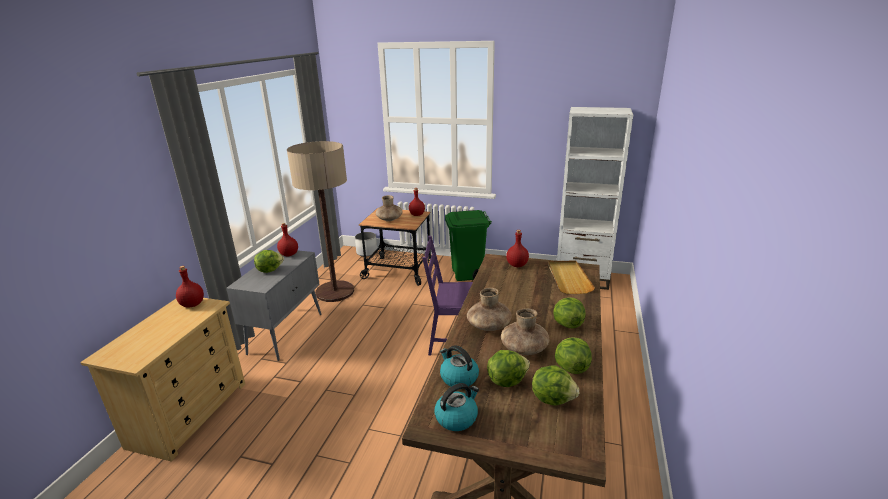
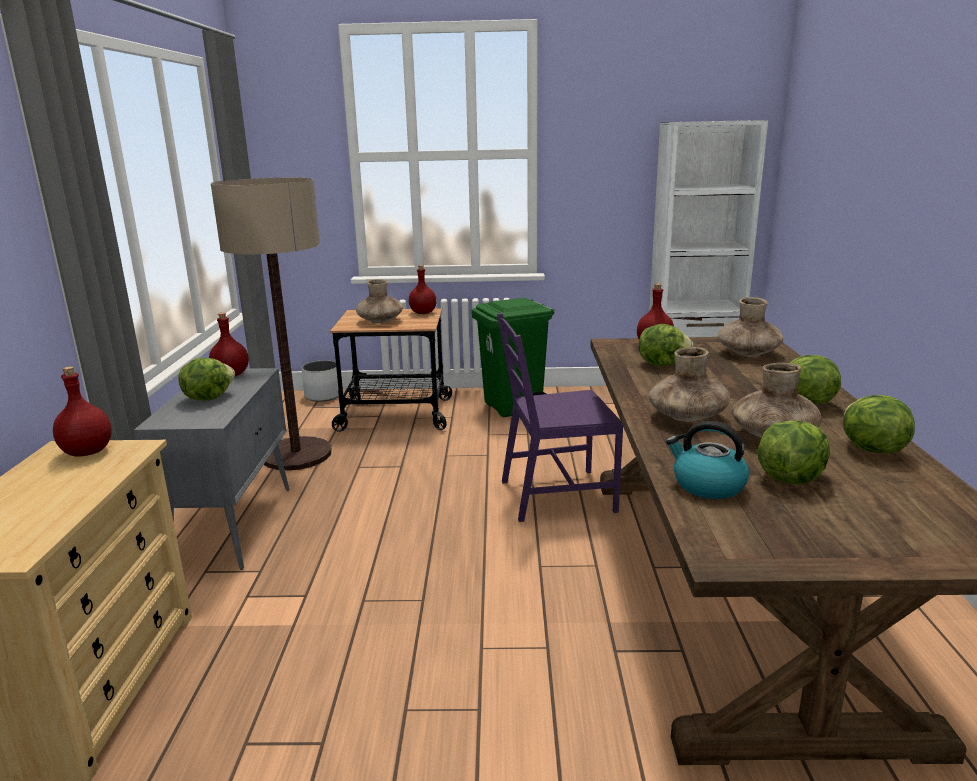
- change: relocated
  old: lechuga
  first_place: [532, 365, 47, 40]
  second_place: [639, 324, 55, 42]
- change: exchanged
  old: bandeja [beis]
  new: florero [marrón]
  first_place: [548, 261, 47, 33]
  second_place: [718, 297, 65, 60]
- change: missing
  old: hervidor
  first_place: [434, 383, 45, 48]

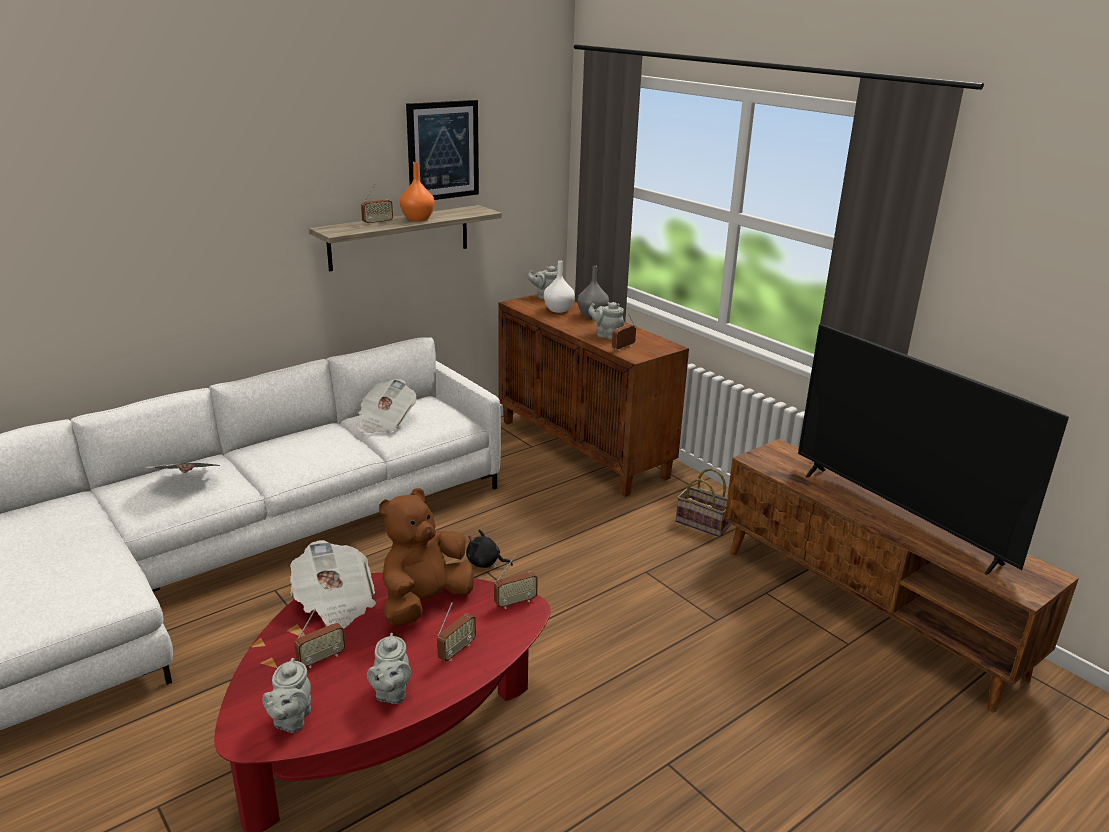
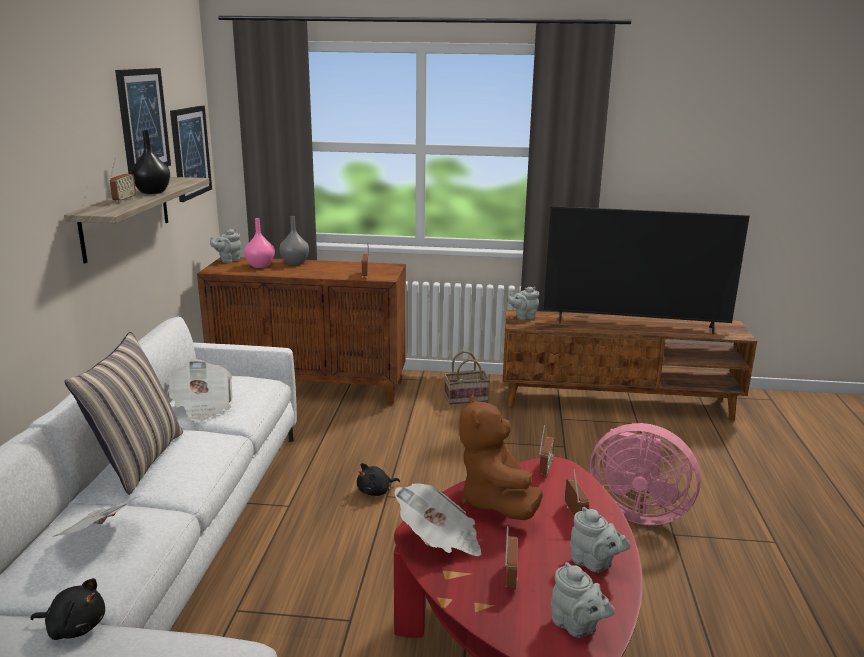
- change: appeared
  new: peluche [negro]
  second_place: [31, 578, 74, 62]
- change: appeared
  new: cojín
  second_place: [65, 332, 118, 163]
- change: colour
  old: florero [naranja]
  new: florero [negro]
  first_place: [400, 162, 35, 59]
  second_place: [131, 130, 39, 64]
- change: appeared
  new: cuadro
  second_place: [170, 106, 42, 96]
- change: colour
  old: florero [blanco]
  new: florero [rosa]
  first_place: [544, 260, 31, 53]
  second_place: [244, 218, 31, 50]
- change: relocated
  old: tetera [gris]
  first_place: [588, 302, 36, 38]
  second_place: [507, 287, 32, 33]
- change: appeared
  new: ventilador [rosa]
  second_place: [590, 423, 111, 102]

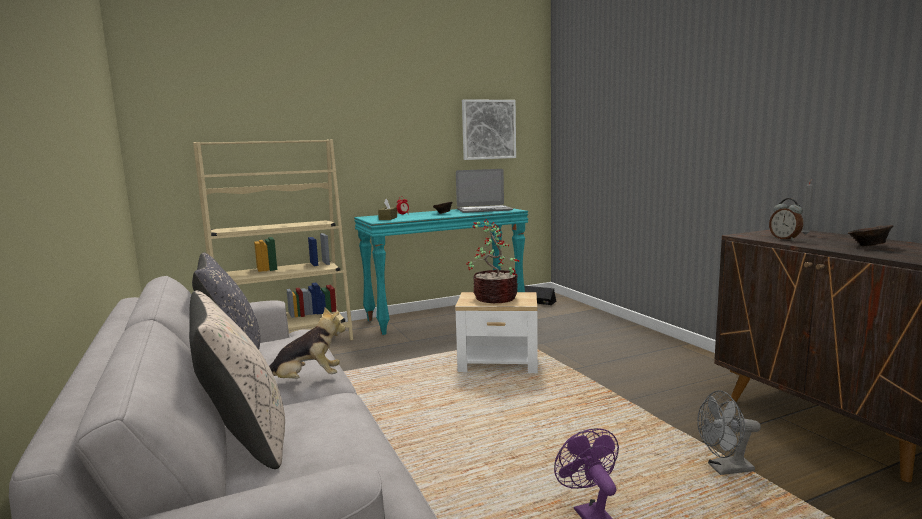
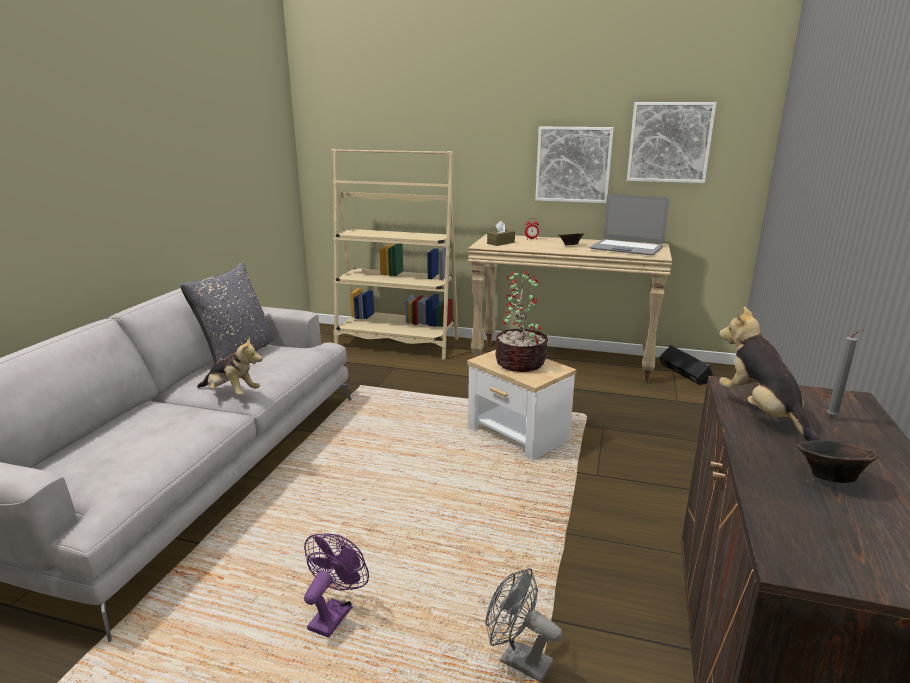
- change: colour
  old: mesa consola [turquesa]
  new: mesa consola [beis]
  first_place: [354, 208, 174, 127]
  second_place: [468, 234, 204, 148]
- change: appeared
  new: cuadro
  second_place: [535, 127, 79, 76]
- change: exchanged
  old: despertador
  new: peluche
  first_place: [769, 198, 34, 43]
  second_place: [719, 306, 102, 135]
- change: missing
  old: cojín [beis]
  first_place: [189, 291, 96, 178]

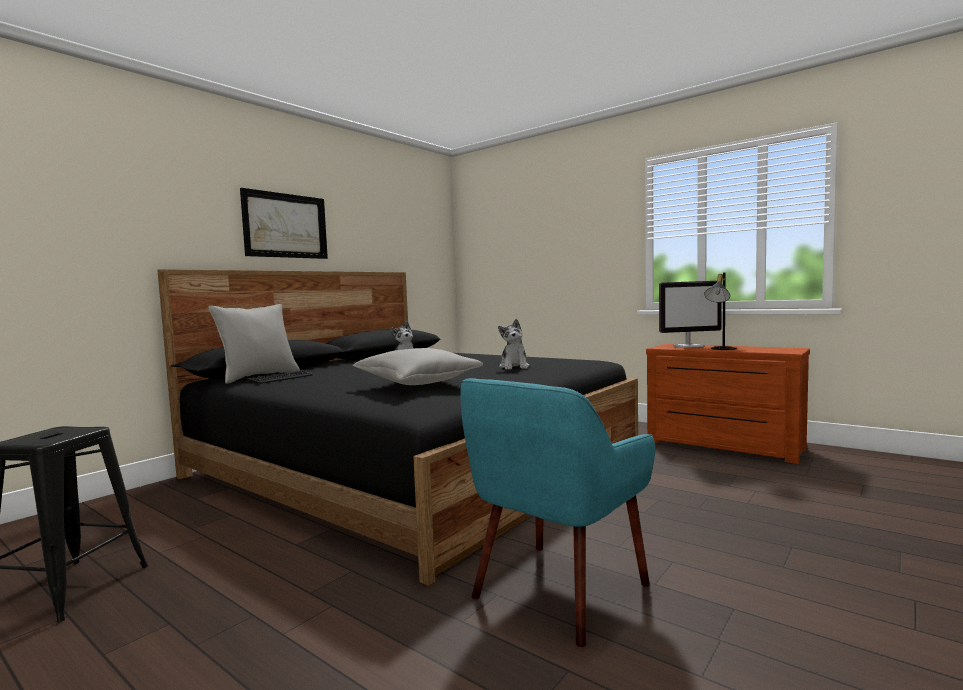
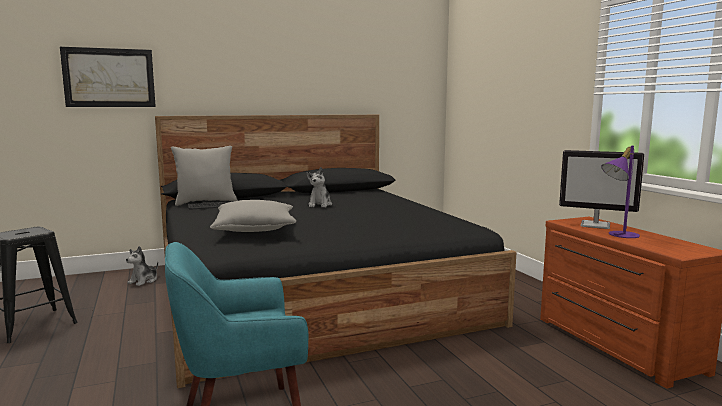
- change: relocated
  old: cuadro
  first_place: [240, 188, 88, 71]
  second_place: [60, 47, 96, 60]
- change: relocated
  old: peluche
  first_place: [498, 319, 31, 51]
  second_place: [126, 246, 32, 40]
- change: colour
  old: lámpara de mesa [negro]
  new: lámpara de mesa [morado]
  first_place: [704, 272, 33, 78]
  second_place: [601, 146, 39, 92]

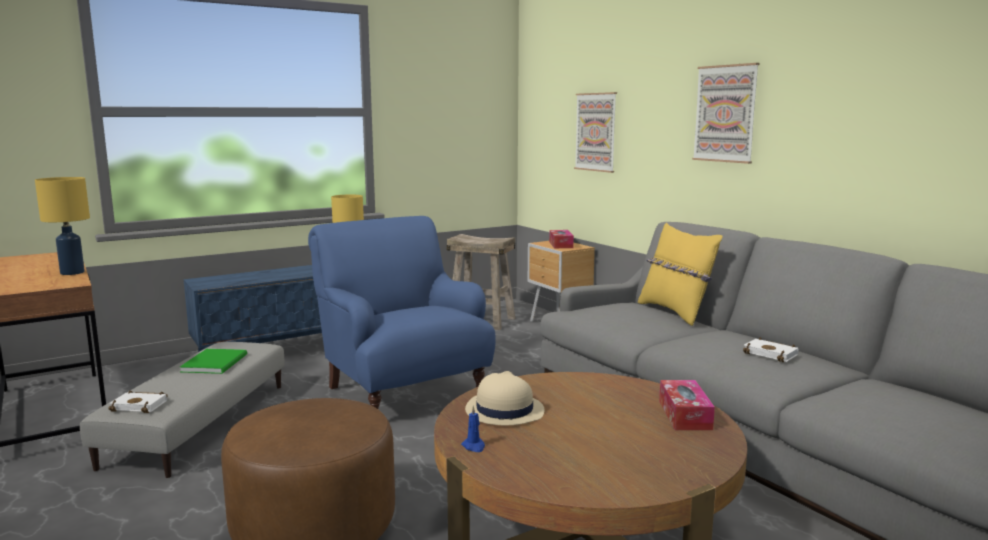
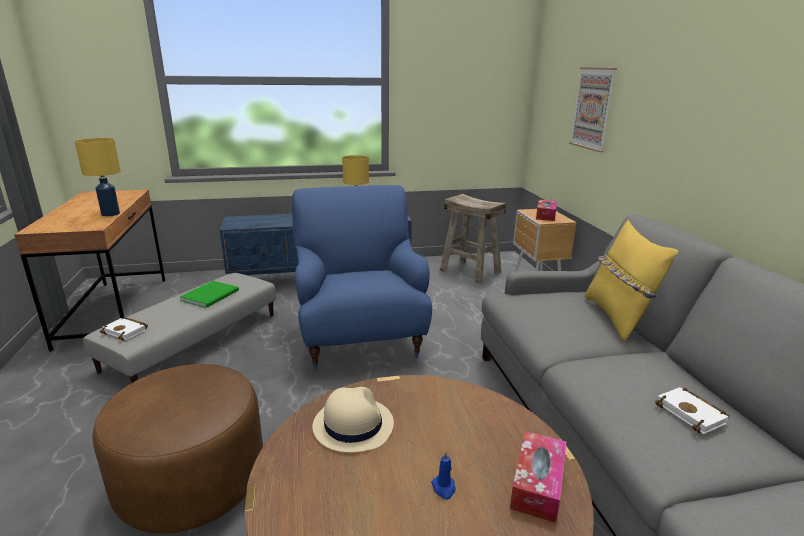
- change: relocated
  old: vela [azul]
  first_place: [461, 406, 24, 46]
  second_place: [431, 451, 25, 49]
- change: missing
  old: cuadro
  first_place: [692, 63, 67, 101]

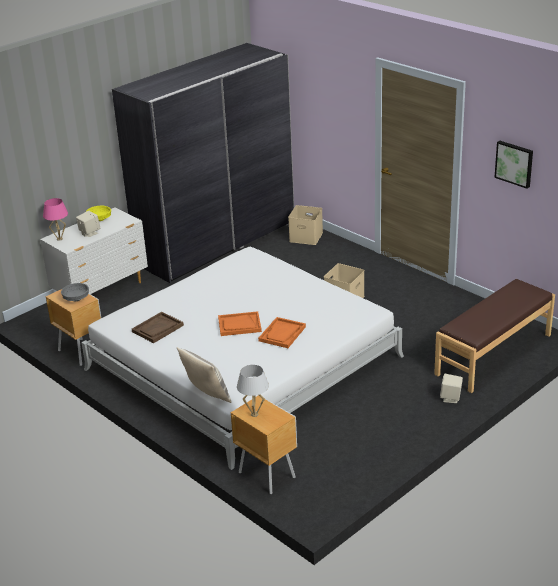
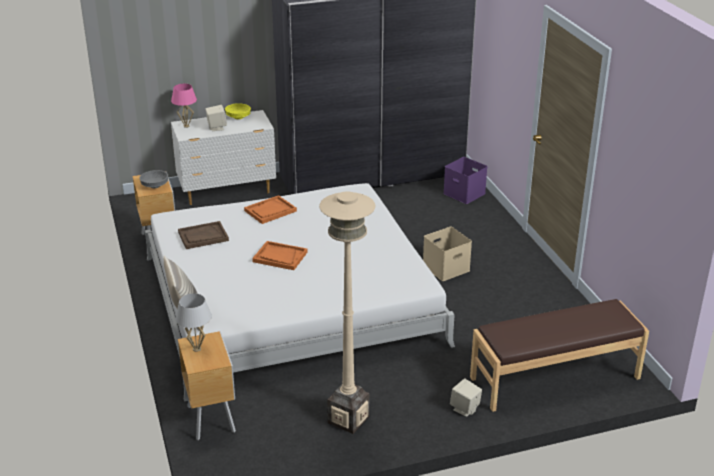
- change: relocated
  old: bandeja [naranja]
  first_place: [258, 317, 48, 31]
  second_place: [244, 195, 53, 29]
- change: appeared
  new: lámpara de pie [beis]
  second_place: [319, 191, 57, 243]
- change: colour
  old: caja de almacenaje [beis]
  new: caja de almacenaje [morado]
  first_place: [288, 205, 35, 40]
  second_place: [443, 157, 45, 47]
- change: missing
  old: cuadro
  first_place: [494, 141, 39, 48]

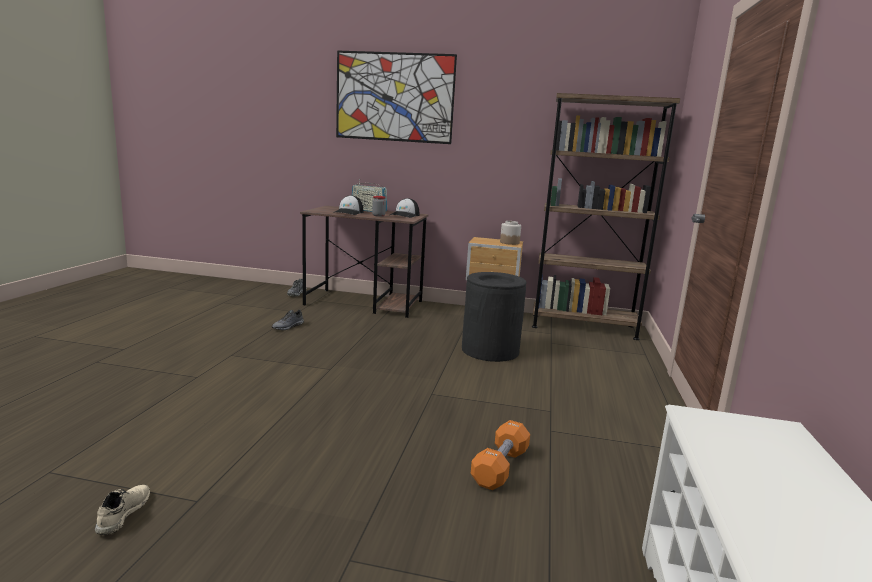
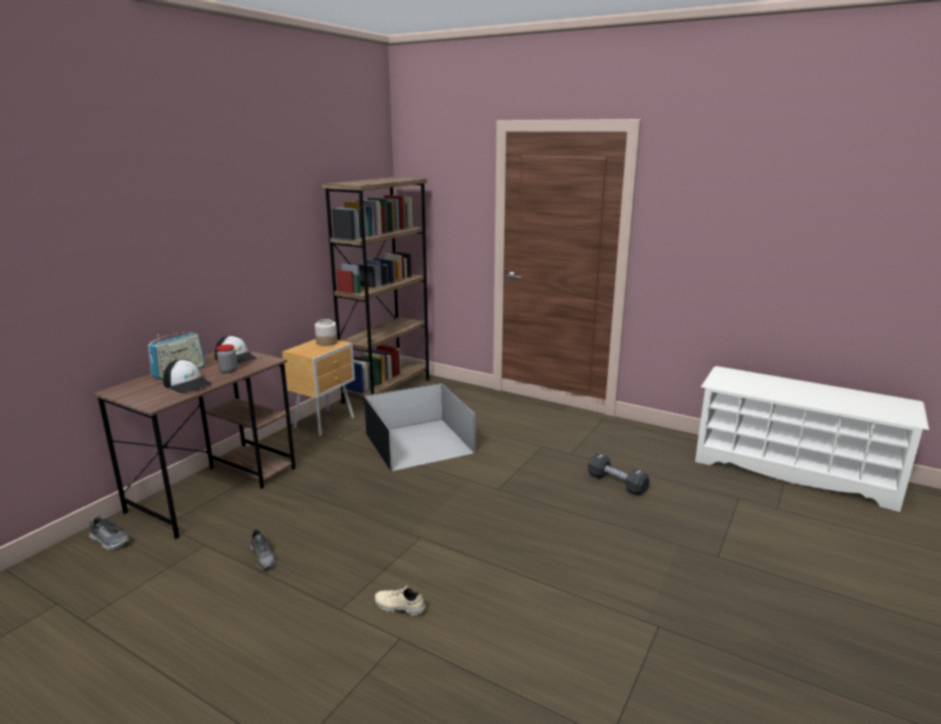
- change: exchanged
  old: papelera [negro]
  new: caja de almacenaje [negro]
  first_place: [462, 272, 64, 90]
  second_place: [364, 383, 112, 88]
- change: relocated
  old: zapato [beis]
  first_place: [95, 485, 55, 50]
  second_place: [374, 586, 52, 30]
- change: colour
  old: mancuerna [naranja]
  new: mancuerna [negro]
  first_place: [471, 420, 59, 70]
  second_place: [588, 453, 62, 43]
- change: missing
  old: cuadro
  first_place: [336, 51, 121, 93]

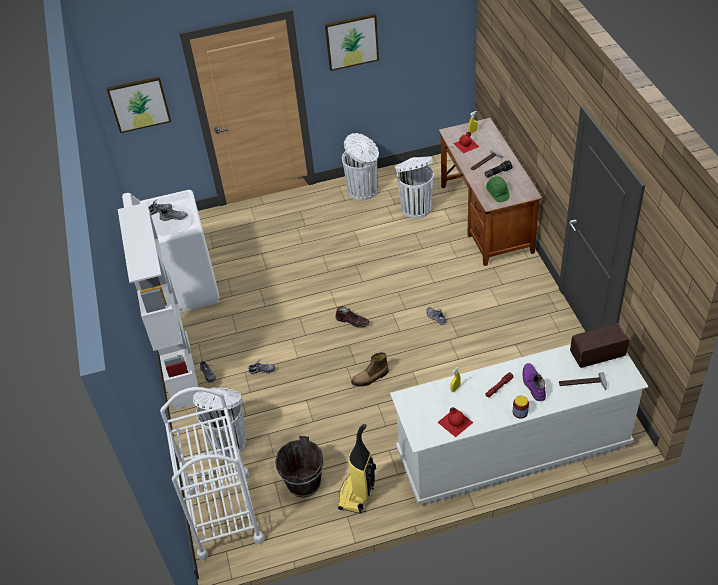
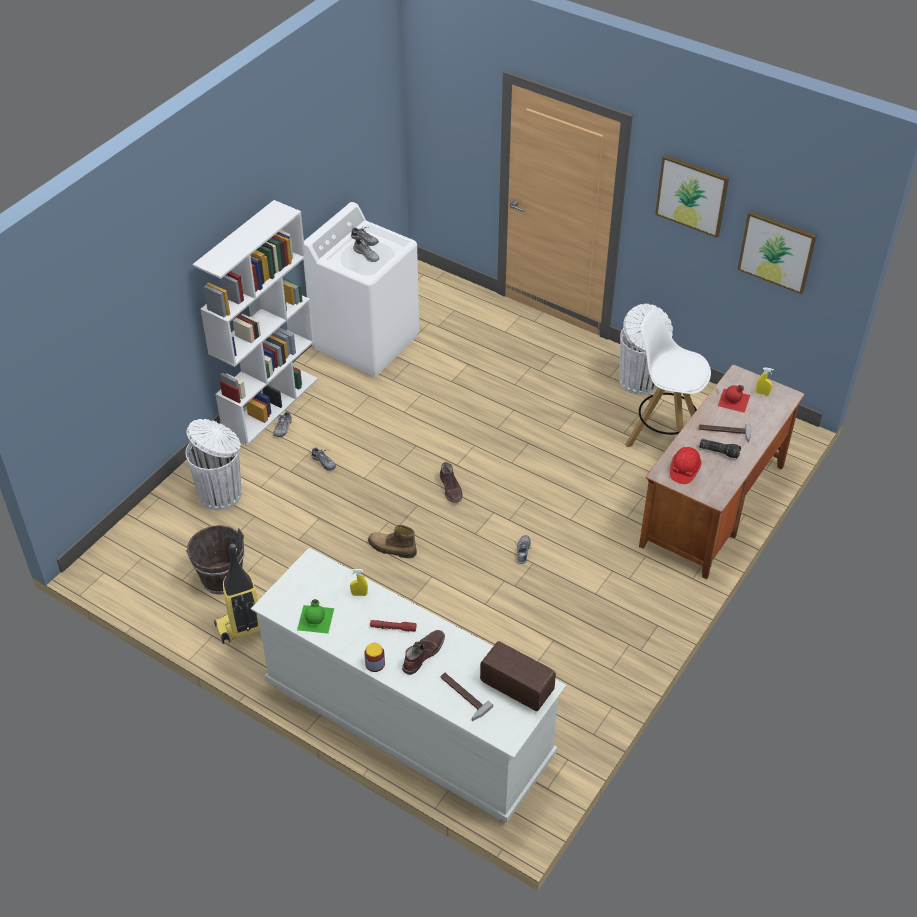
- change: colour
  old: botella [rojo]
  new: botella [verde]
  first_place: [437, 407, 36, 30]
  second_place: [297, 599, 37, 35]
- change: colour
  old: bota [morado]
  new: bota [marrón]
  first_place: [523, 363, 23, 38]
  second_place: [402, 630, 43, 45]
- change: exchanged
  old: papelera [blanco]
  new: taburete [blanco]
  first_place: [395, 157, 39, 62]
  second_place: [625, 310, 86, 137]
- change: colour
  old: casco [verde]
  new: casco [rojo]
  first_place: [486, 176, 24, 26]
  second_place: [670, 447, 32, 37]
- change: relocated
  old: cuadro
  first_place: [107, 77, 64, 56]
  second_place: [738, 211, 79, 83]
- change: missing
  old: carrito [blanco]
  first_place: [160, 387, 104, 173]

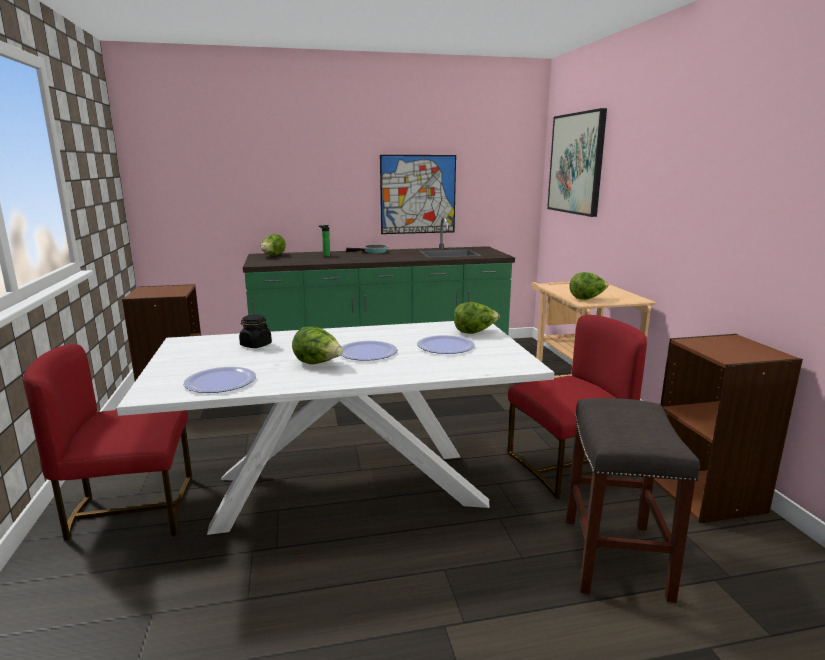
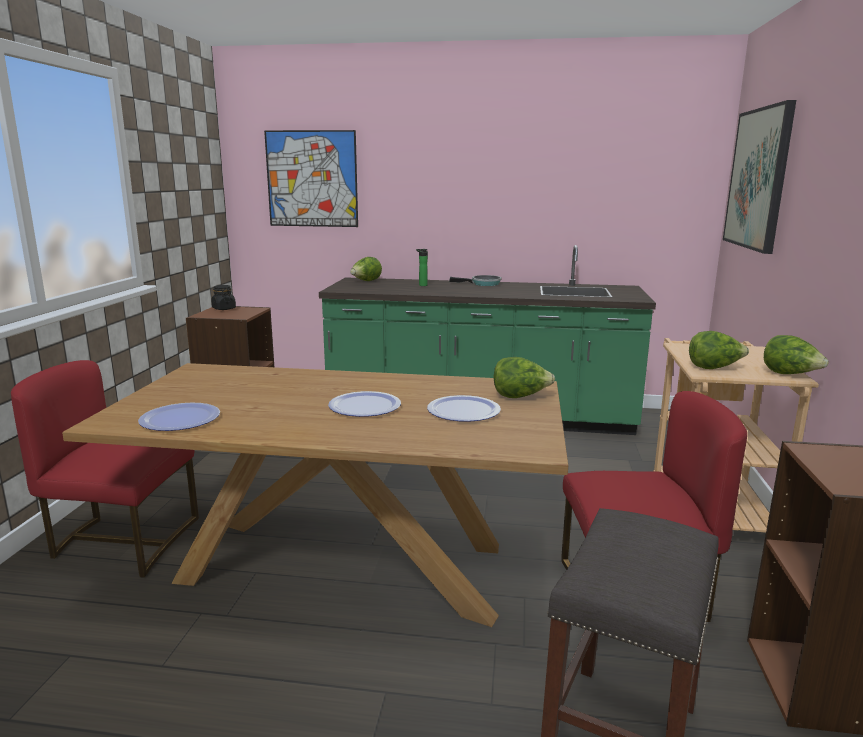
- change: colour
  old: mesa de comedor [blanco]
  new: mesa de comedor [marrón]
  first_place: [117, 321, 437, 214]
  second_place: [62, 363, 506, 264]
- change: relocated
  old: tarro [negro]
  first_place: [239, 314, 33, 34]
  second_place: [211, 285, 25, 25]
- change: relocated
  old: cuadro
  first_place: [380, 155, 76, 79]
  second_place: [264, 130, 94, 97]
- change: relocated
  old: lechuga
  first_place: [292, 327, 51, 37]
  second_place: [764, 335, 65, 39]

